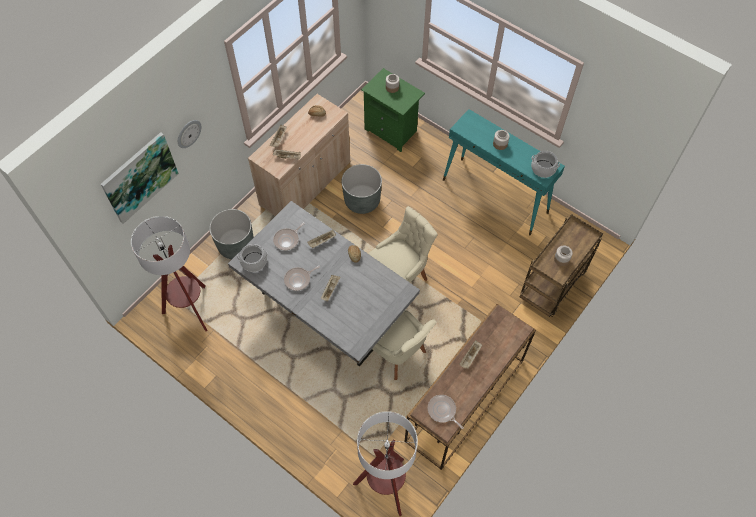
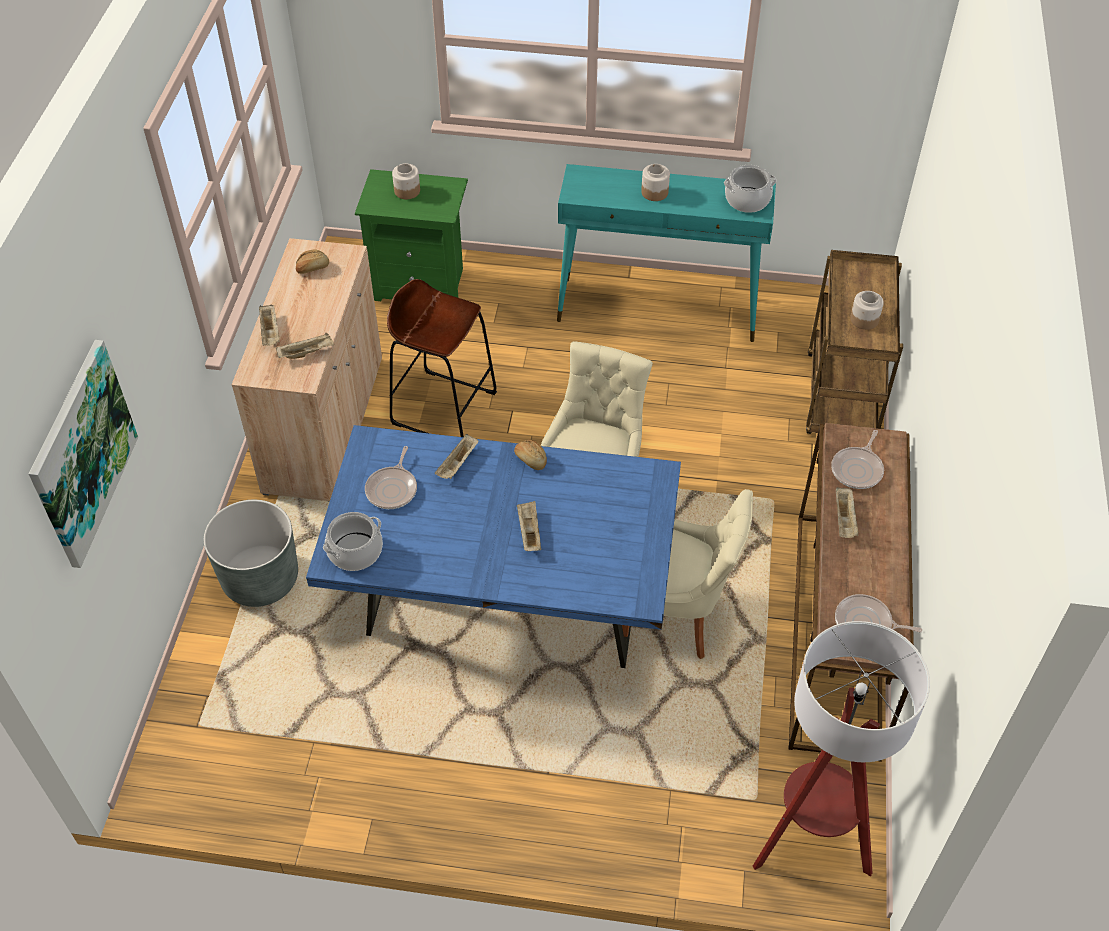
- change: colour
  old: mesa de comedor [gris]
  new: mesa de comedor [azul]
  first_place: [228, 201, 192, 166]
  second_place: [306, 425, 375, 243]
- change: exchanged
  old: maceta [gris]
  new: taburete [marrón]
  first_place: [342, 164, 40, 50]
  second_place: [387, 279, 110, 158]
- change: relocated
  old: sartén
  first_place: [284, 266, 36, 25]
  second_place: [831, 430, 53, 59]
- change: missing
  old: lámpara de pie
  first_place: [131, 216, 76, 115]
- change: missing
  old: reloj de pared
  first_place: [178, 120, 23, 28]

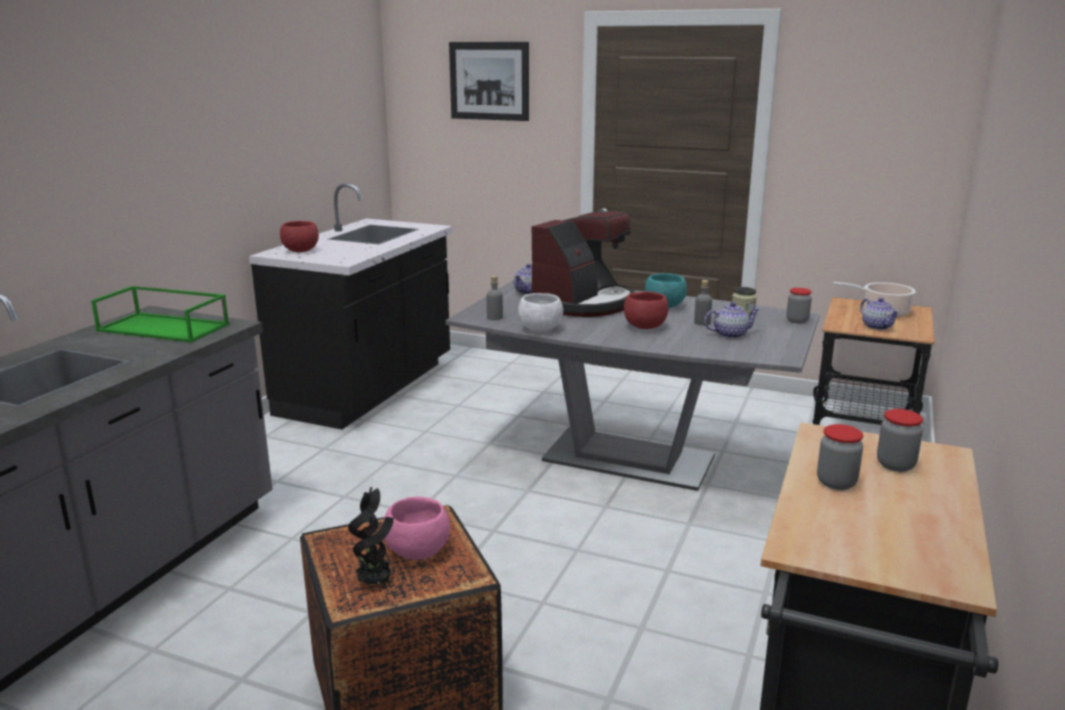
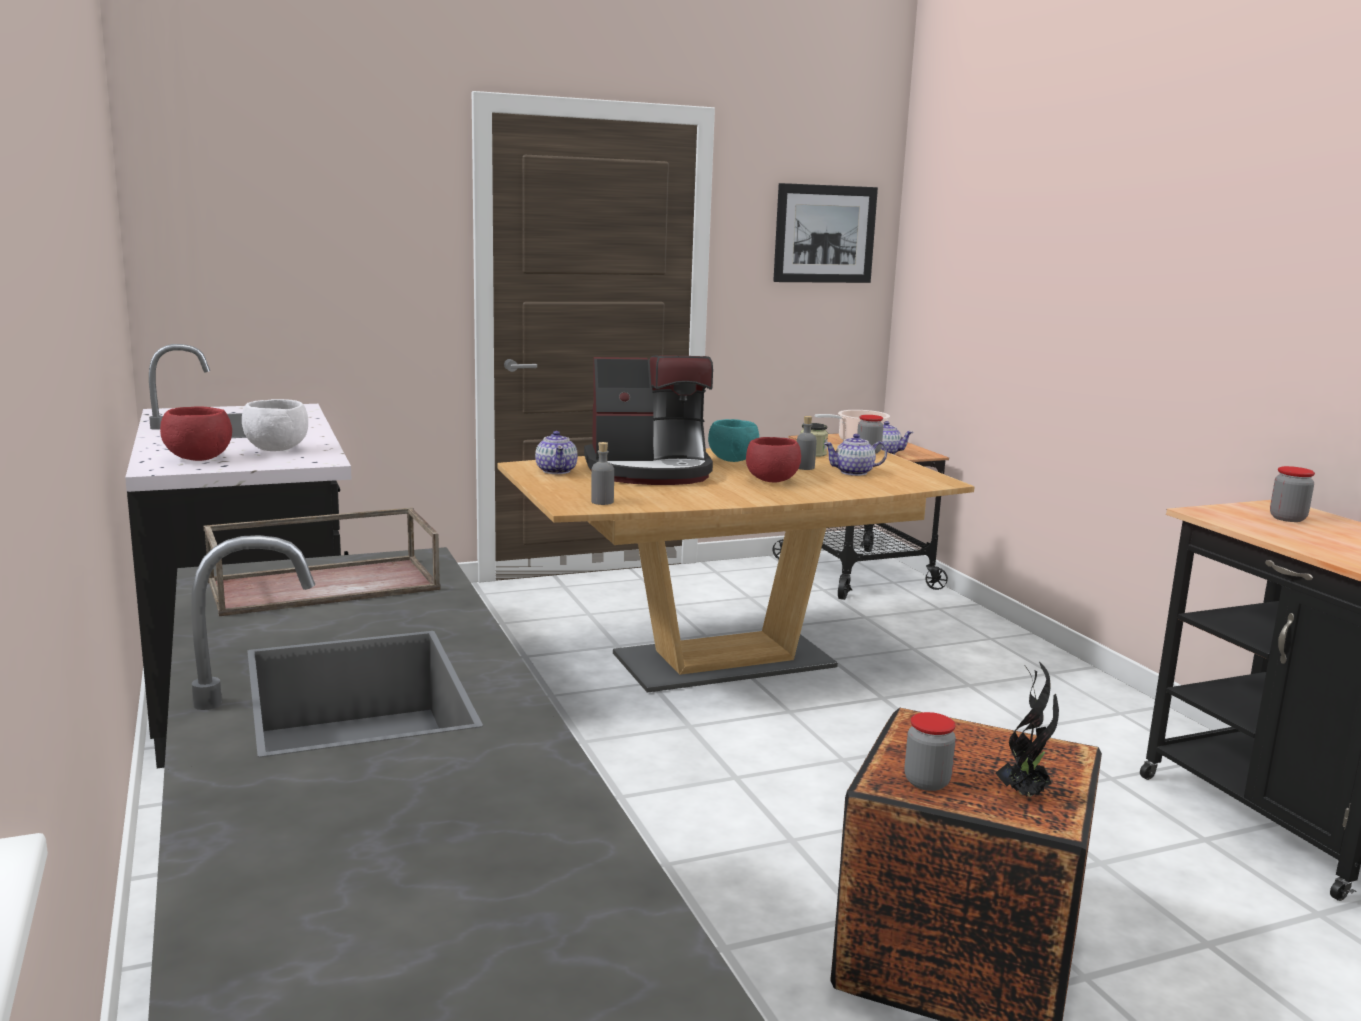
- change: colour
  old: bandeja [verde]
  new: bandeja [marrón]
  first_place: [91, 286, 138, 57]
  second_place: [204, 507, 236, 109]
- change: relocated
  old: cuenco [blanco]
  first_place: [518, 293, 45, 38]
  second_place: [242, 399, 66, 52]
- change: colour
  old: mesa de comedor [gris]
  new: mesa de comedor [marrón]
  first_place: [446, 280, 374, 211]
  second_place: [497, 444, 478, 249]
- change: spun
  old: cafetera
  first_place: [530, 211, 105, 106]
  second_place: [584, 355, 129, 130]
  degrees: 90
- change: relocated
  old: cuadro
  first_place: [449, 42, 80, 79]
  second_place: [773, 183, 105, 100]
- change: spun
  old: tetera
  first_place: [704, 302, 56, 36]
  second_place: [824, 434, 63, 42]
  degrees: -135
- change: relocated
  old: tarro
  first_place: [817, 424, 46, 66]
  second_place: [905, 712, 51, 79]
- change: missing
  old: cuenco [rosa]
  first_place: [383, 497, 67, 63]

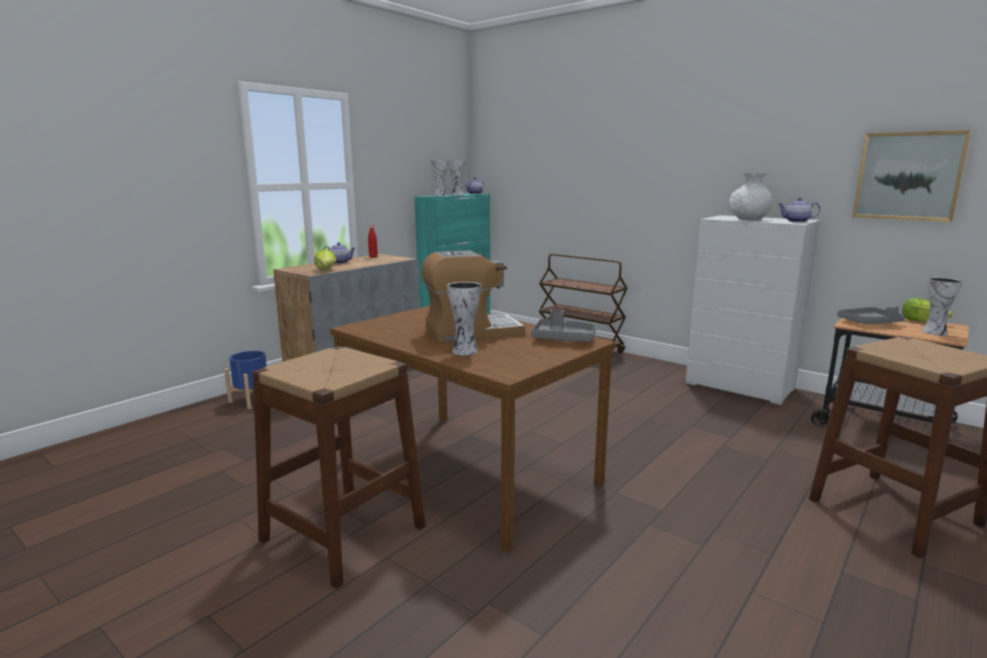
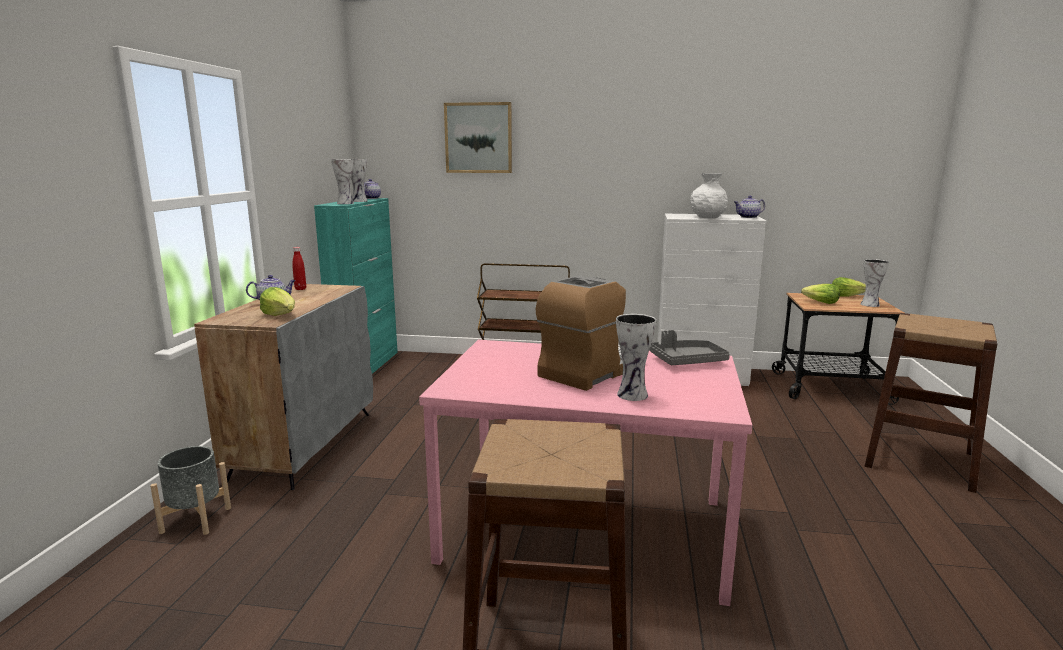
- change: colour
  old: maceta [azul]
  new: maceta [gris]
  first_place: [224, 351, 47, 58]
  second_place: [150, 446, 81, 89]
- change: colour
  old: mesa de comedor [marrón]
  new: mesa de comedor [rosa]
  first_place: [330, 306, 285, 246]
  second_place: [419, 340, 333, 266]
- change: relocated
  old: cuadro
  first_place: [852, 130, 119, 92]
  second_place: [444, 102, 68, 71]
- change: exchanged
  old: bandeja [gris]
  new: lechuga
  first_place: [837, 307, 68, 17]
  second_place: [801, 284, 39, 20]

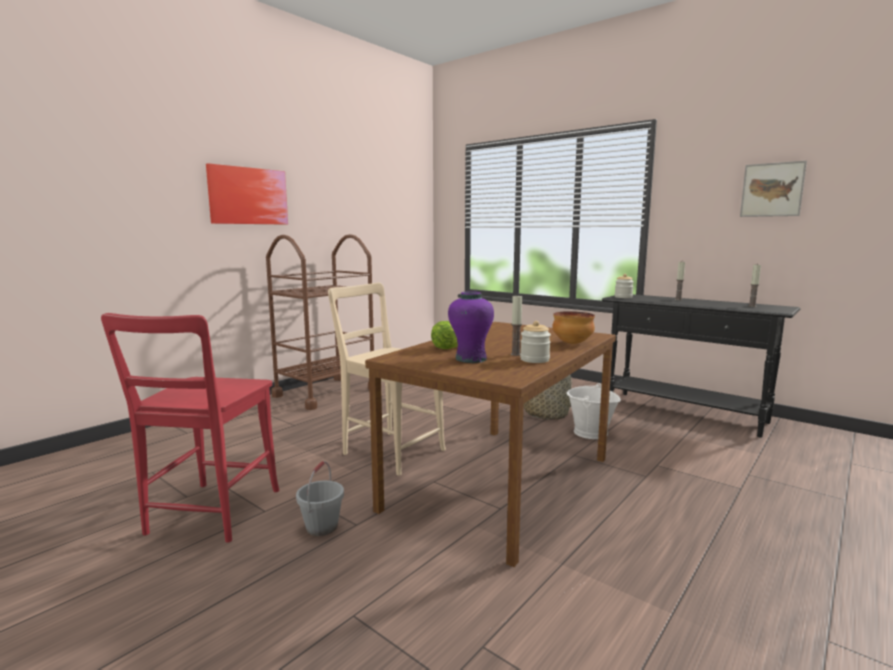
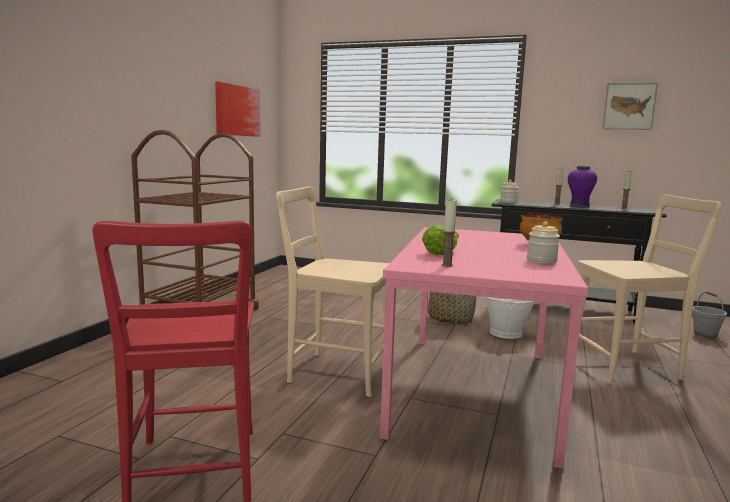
- change: relocated
  old: cuadro
  first_place: [206, 163, 82, 62]
  second_place: [215, 81, 45, 56]
- change: colour
  old: mesa de comedor [marrón]
  new: mesa de comedor [rosa]
  first_place: [365, 322, 251, 245]
  second_place: [380, 227, 208, 242]
- change: relocated
  old: vela
  first_place: [511, 294, 11, 62]
  second_place: [442, 198, 15, 69]
- change: relocated
  old: florero [morado]
  first_place: [448, 291, 46, 72]
  second_place: [568, 166, 29, 42]
- change: appeared
  new: silla [beis]
  second_place: [578, 195, 144, 189]
- change: relocated
  old: cubo [gris]
  first_place: [296, 461, 48, 75]
  second_place: [692, 291, 35, 47]

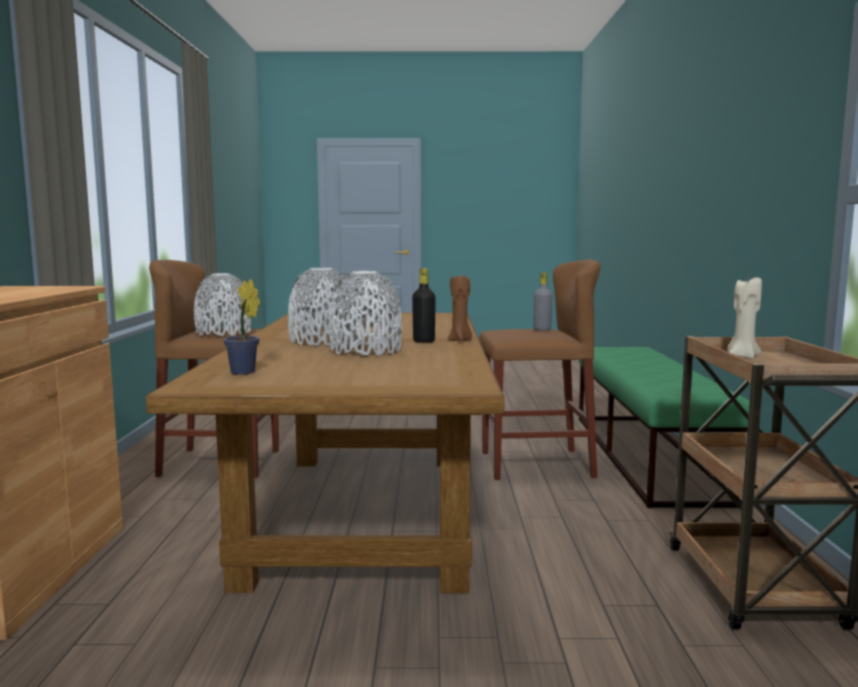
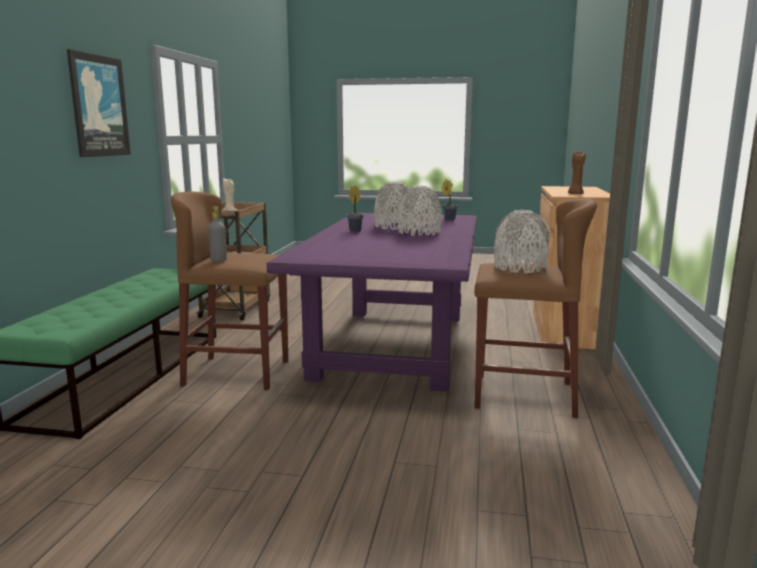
- change: appeared
  new: cuadro
  second_place: [67, 49, 64, 108]
- change: colour
  old: mesa de comedor [marrón]
  new: mesa de comedor [morado]
  first_place: [146, 313, 359, 280]
  second_place: [267, 213, 210, 178]
- change: exchanged
  old: botella [negro]
  new: planta en maceta
  first_place: [412, 268, 24, 75]
  second_place: [347, 185, 17, 47]
- change: relocated
  old: vela [marrón]
  first_place: [448, 276, 24, 65]
  second_place: [568, 151, 18, 43]

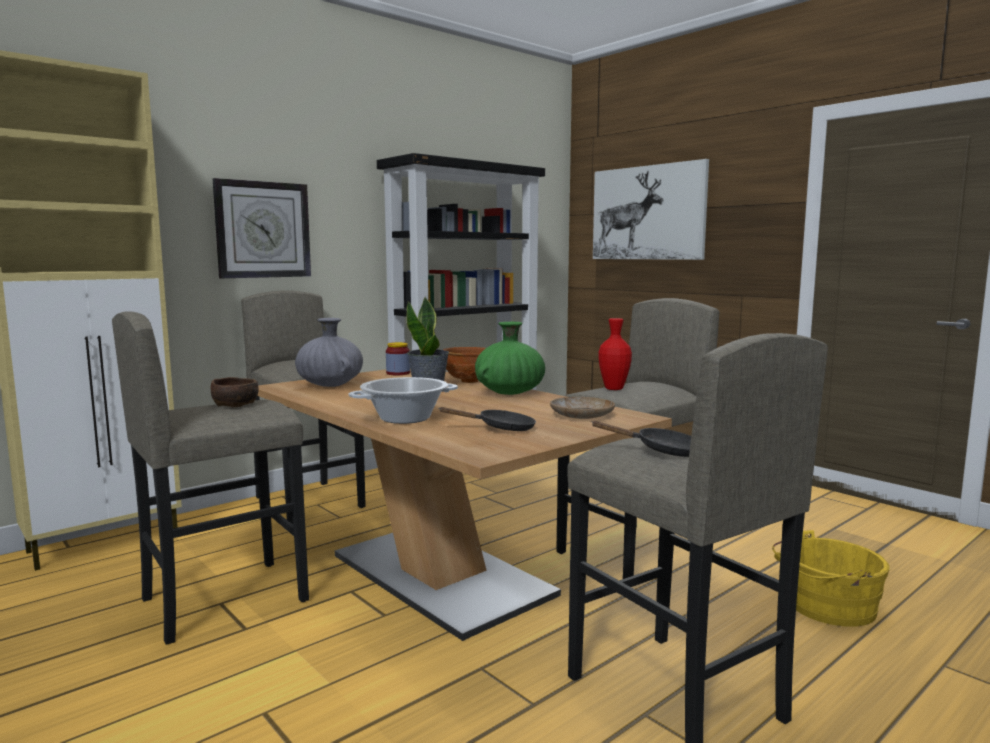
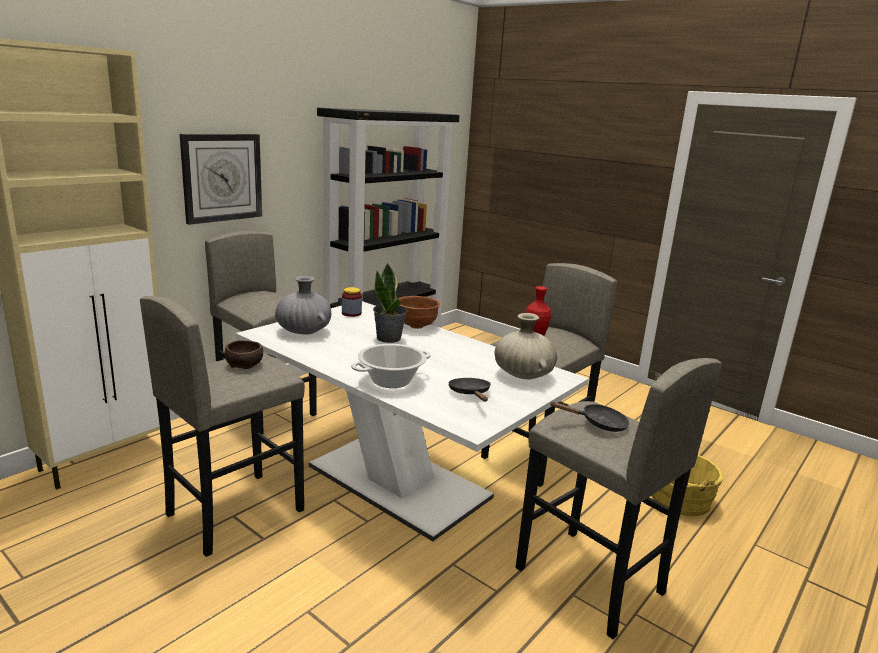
- change: colour
  old: mesa de comedor [marrón]
  new: mesa de comedor [blanco]
  first_place: [258, 368, 414, 273]
  second_place: [236, 301, 353, 240]
- change: spun
  old: sartén [negro]
  first_place: [438, 407, 98, 24]
  second_place: [448, 378, 43, 24]
  degrees: -90
- change: exchanged
  old: plato [beis]
  new: florero [beis]
  first_place: [550, 397, 65, 22]
  second_place: [495, 313, 62, 66]
- change: missing
  old: florero [verde]
  first_place: [475, 322, 70, 73]
- change: missing
  old: cuadro
  first_place: [593, 159, 116, 101]

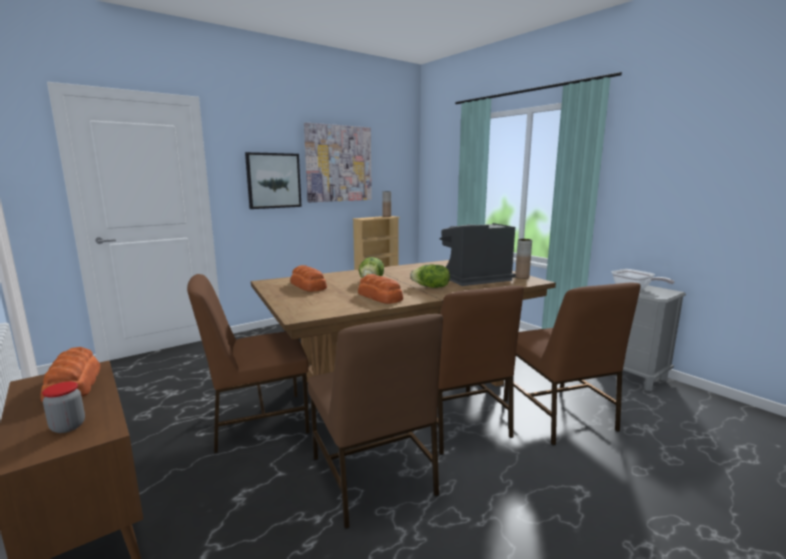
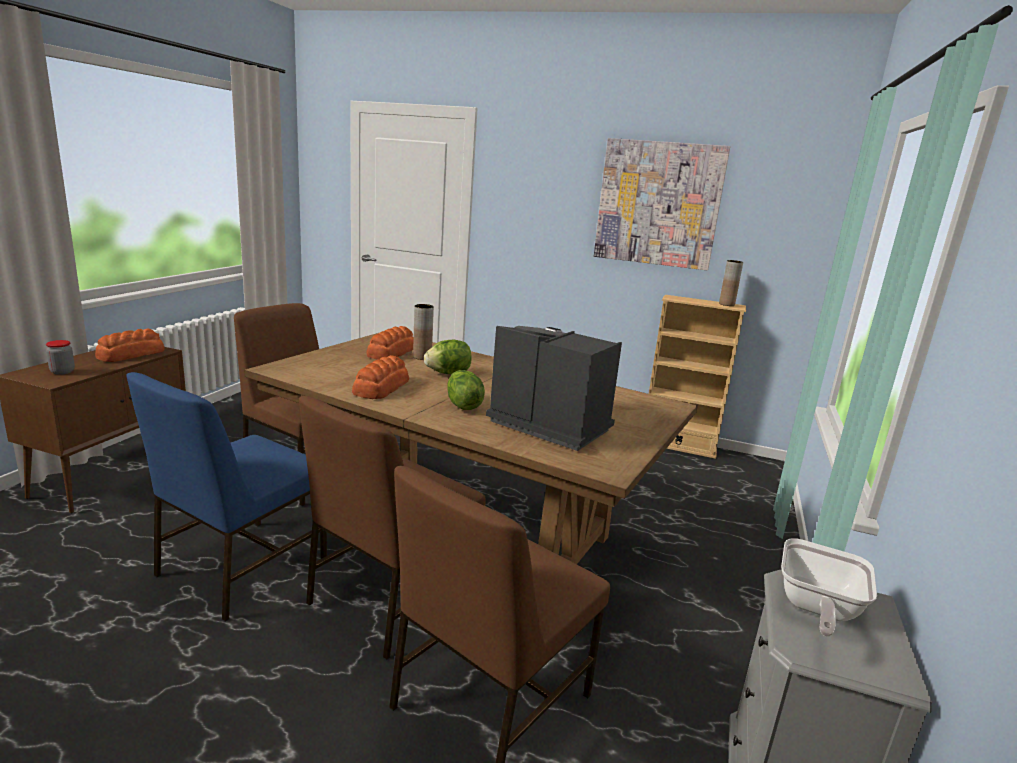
- change: colour
  old: silla [marrón]
  new: silla [azul]
  first_place: [308, 314, 135, 215]
  second_place: [127, 372, 200, 249]
- change: relocated
  old: florero [marrón]
  first_place: [515, 239, 17, 40]
  second_place: [413, 304, 21, 56]
- change: missing
  old: cuadro
  first_place: [245, 152, 57, 57]

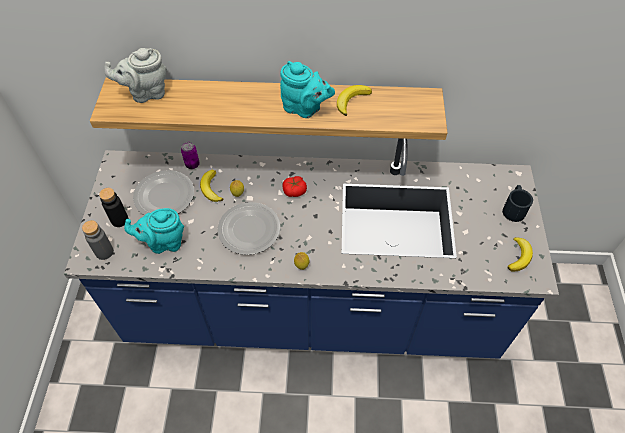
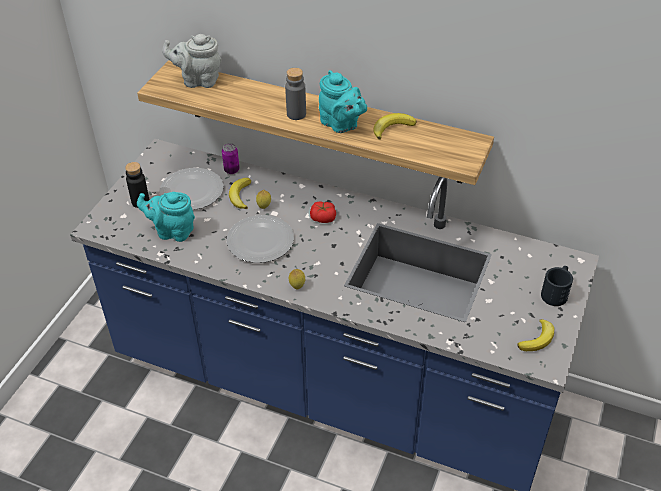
- change: relocated
  old: botella [gris]
  first_place: [82, 220, 32, 40]
  second_place: [285, 68, 21, 52]

